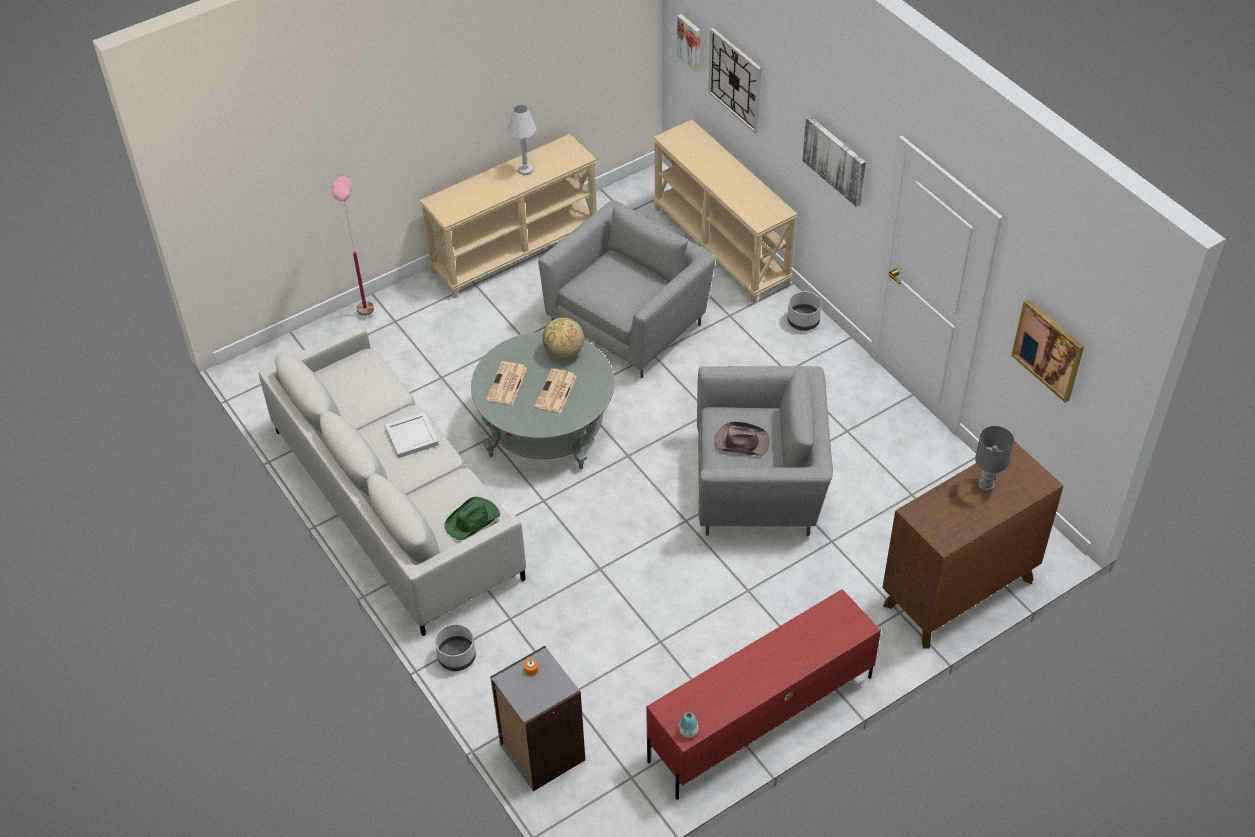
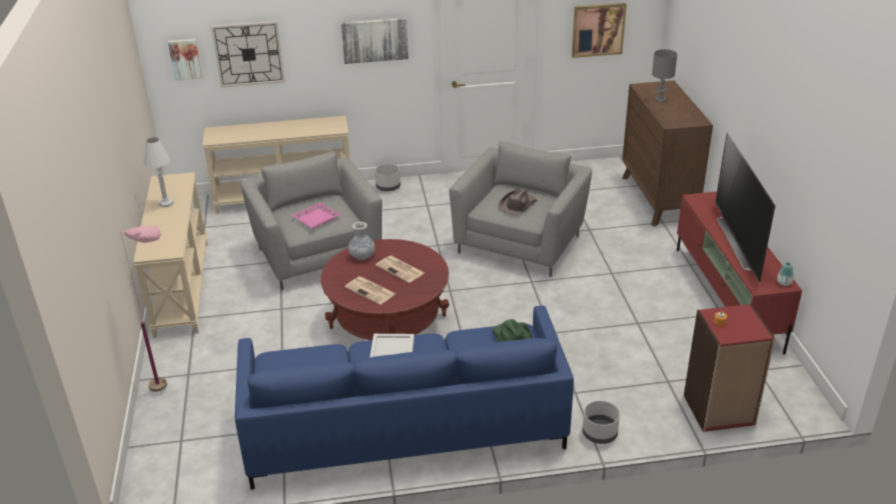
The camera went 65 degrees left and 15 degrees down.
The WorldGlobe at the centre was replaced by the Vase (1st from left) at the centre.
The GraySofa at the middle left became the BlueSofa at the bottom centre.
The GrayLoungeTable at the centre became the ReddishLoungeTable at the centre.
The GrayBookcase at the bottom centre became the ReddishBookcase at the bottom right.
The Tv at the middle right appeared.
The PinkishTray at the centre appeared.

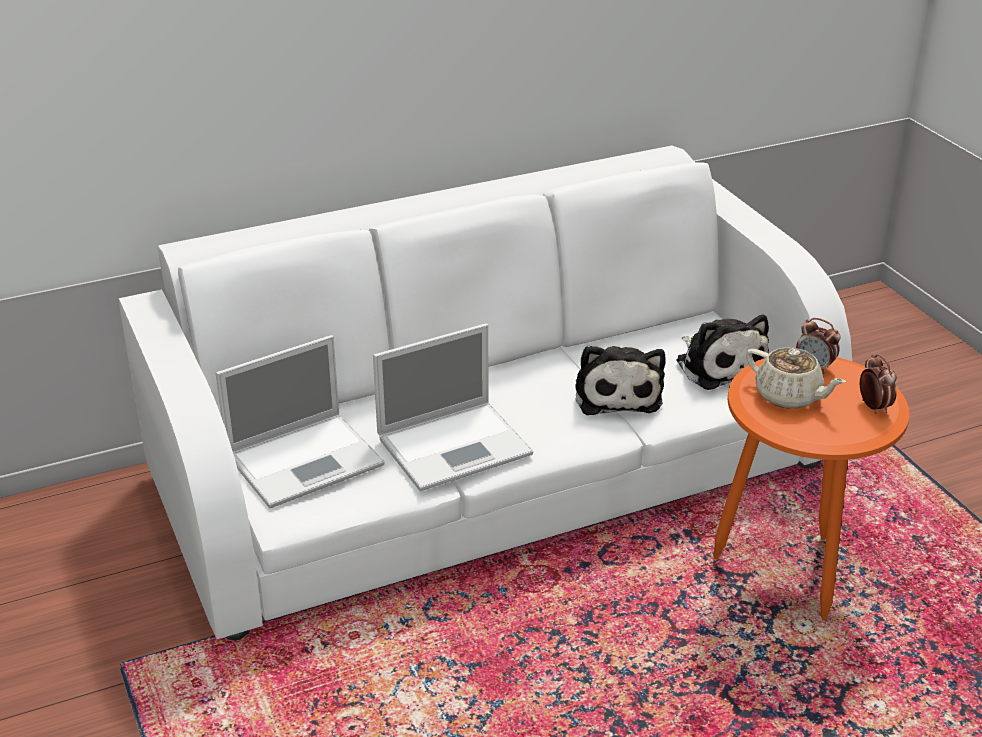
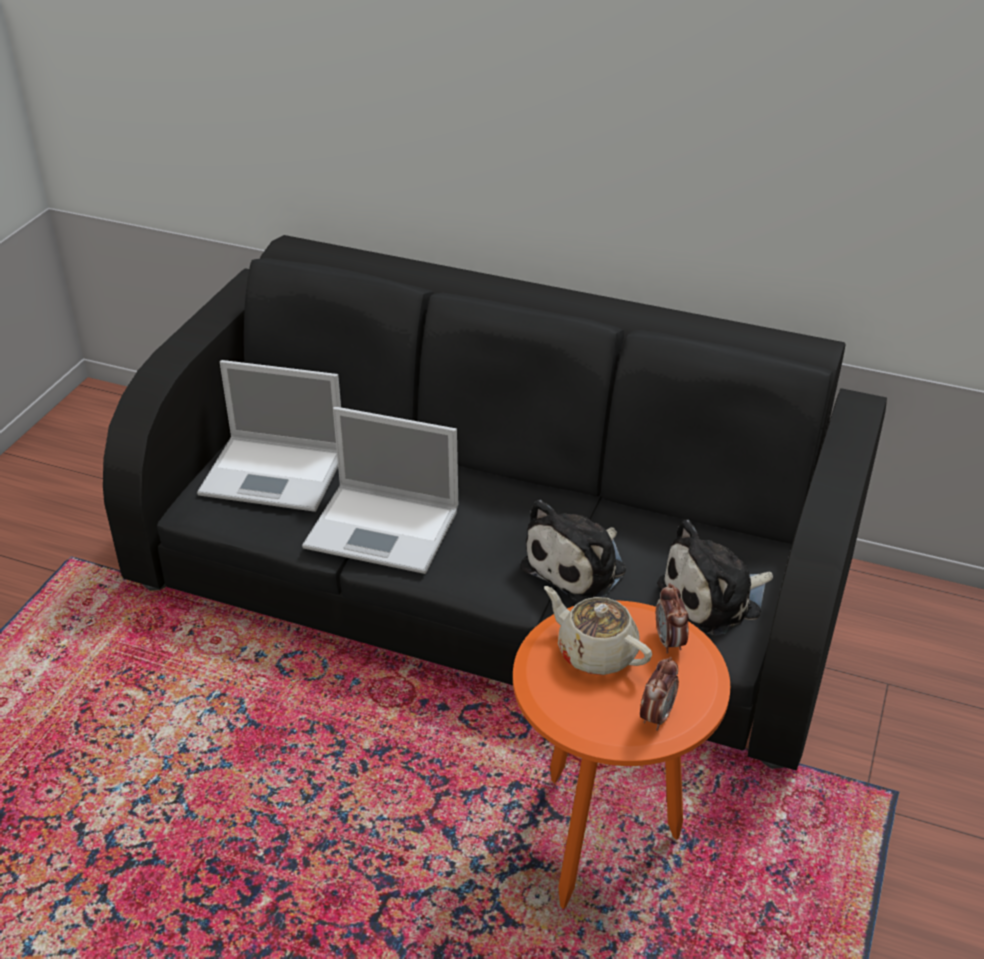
The camera went 45 degrees right and 5 degrees up.
The WhitishSofa at the centre became the BlackishSofa at the centre.
The PlushToy (2nd from left) at the middle right turned 45 degrees clockwise.
The BeigeTeaPot at the middle right turned 135 degrees clockwise.

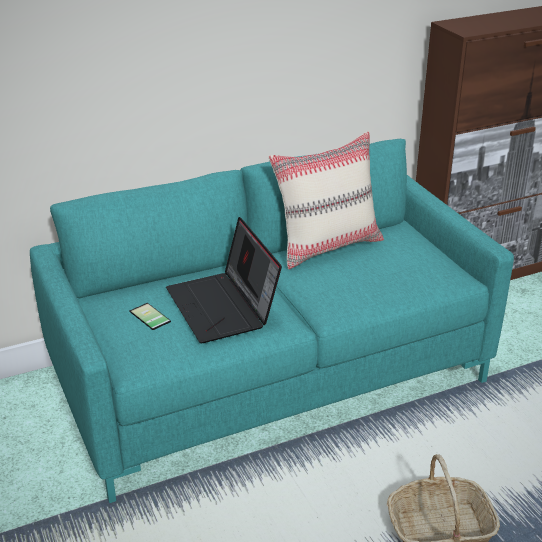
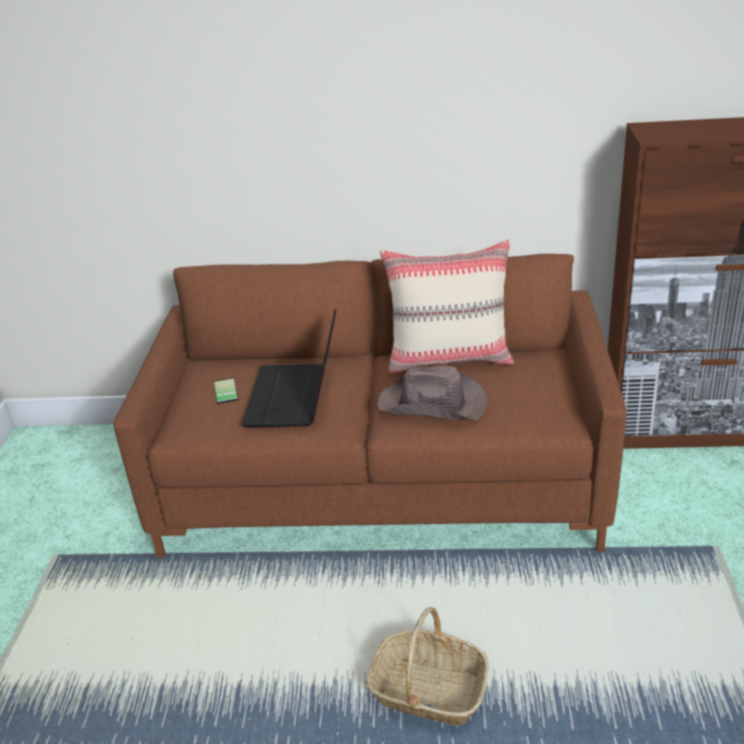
The camera went 30 degrees right and 0 degrees up.
The TurquoiseSofa at the centre became the BrownColouredSofa at the centre.
The BrownColouredHat at the centre appeared.

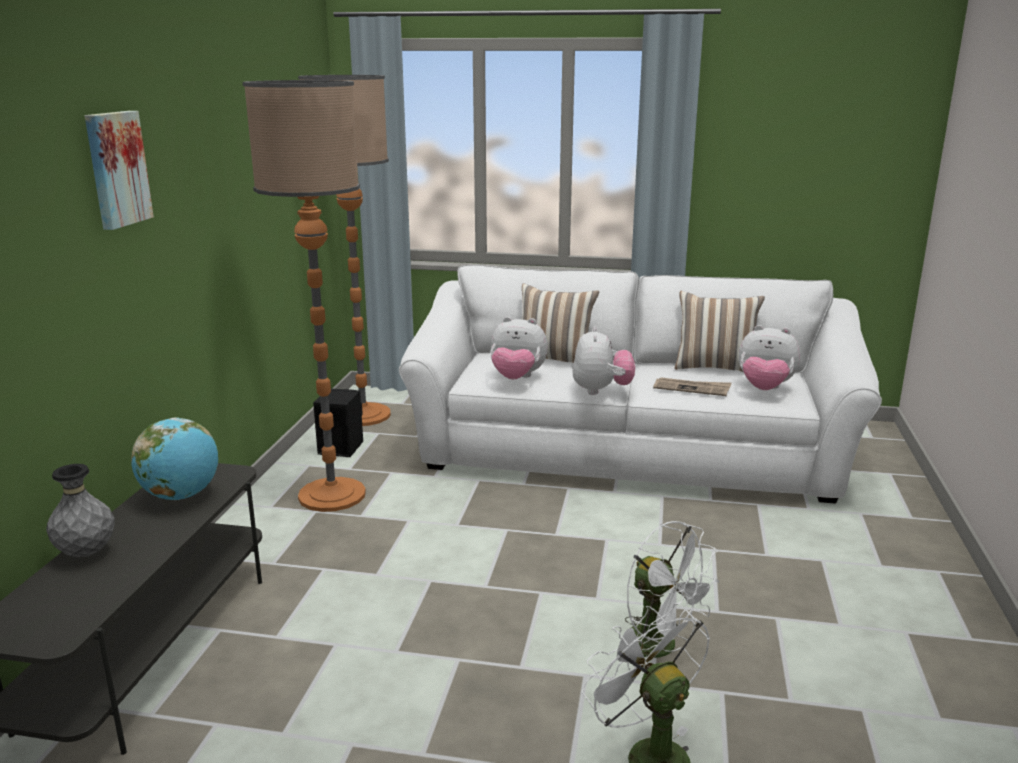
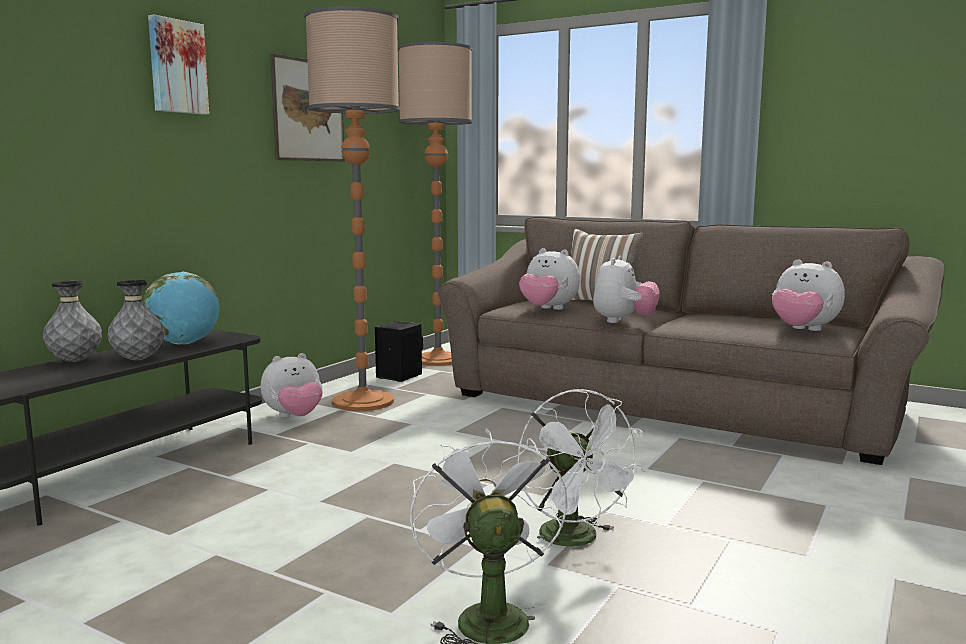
The camera went 20 degrees right and 10 degrees down.
The WhitishSofa at the centre became the BrownColouredSofa at the middle right.
The ThrowPillow (2nd from left) at the middle right disappeared.
The PrintedPaper at the middle right disappeared.
The Picture (2nd from left) at the top left appeared.
The GrayVase (2nd from left) at the middle left appeared.
The PlushToy (1st from left) at the middle left appeared.

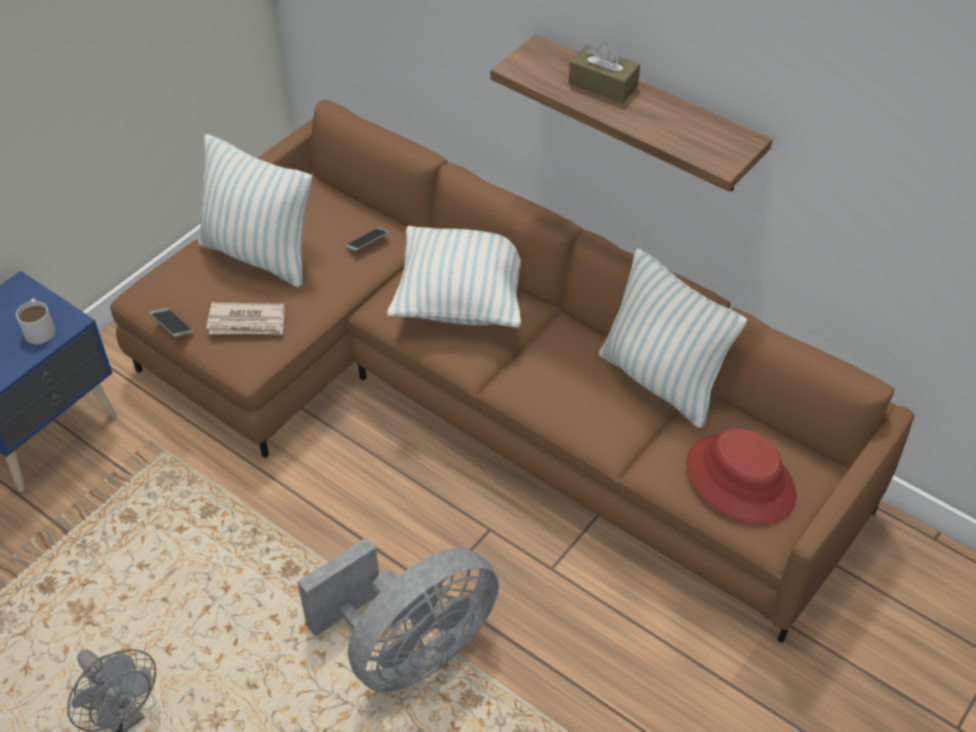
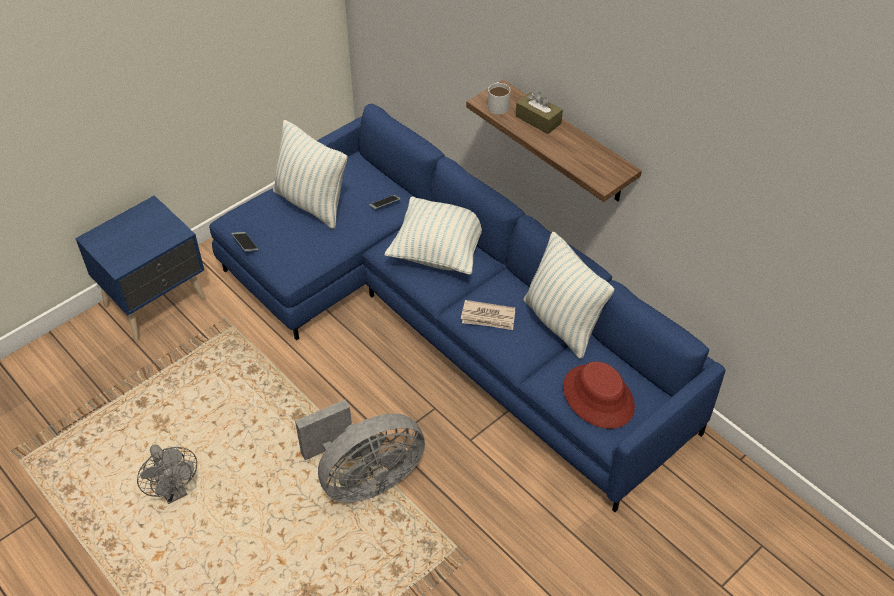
The camera went 10 degrees right and 0 degrees up.
The BrownColouredSofa at the centre became the BlueSofa at the centre.
The WhitishCoffeeMug moved from the middle left to the top centre.
The PrintedPaper moved from the middle left to the centre.

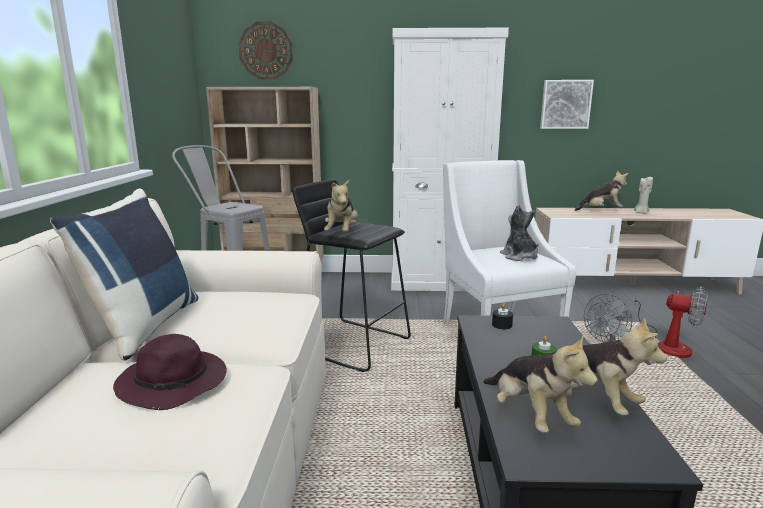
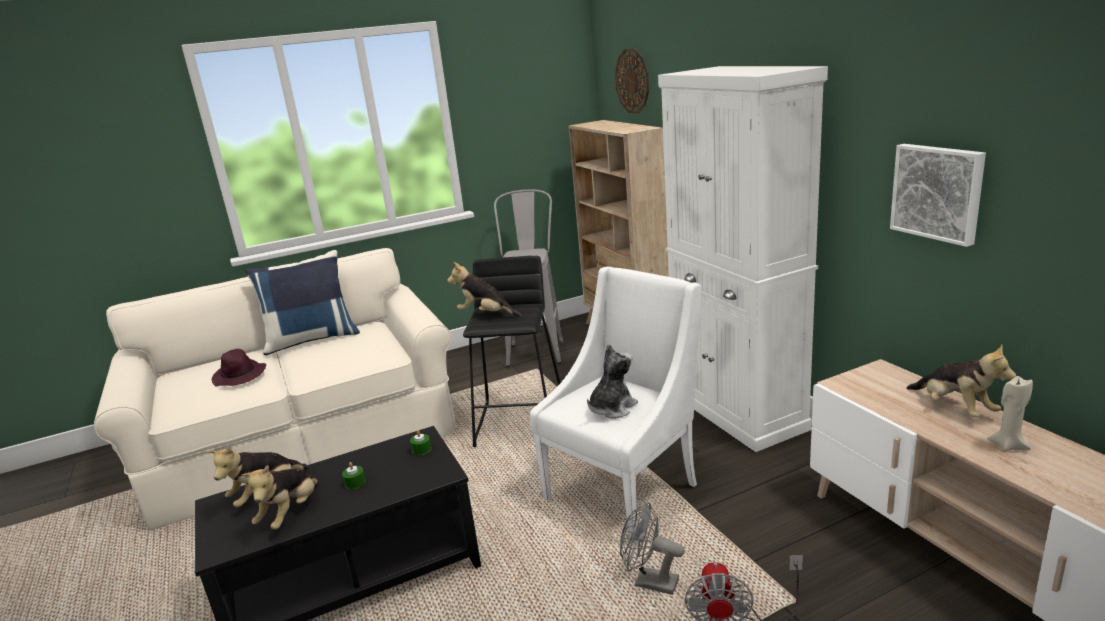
The camera went 65 degrees right and 5 degrees up.
The PlushToy (1st from left in the first image) at the centre turned 45 degrees clockwise.
The BlackishWaxCandle at the centre became the GreenishWaxCandle (2nd from left) at the bottom centre.

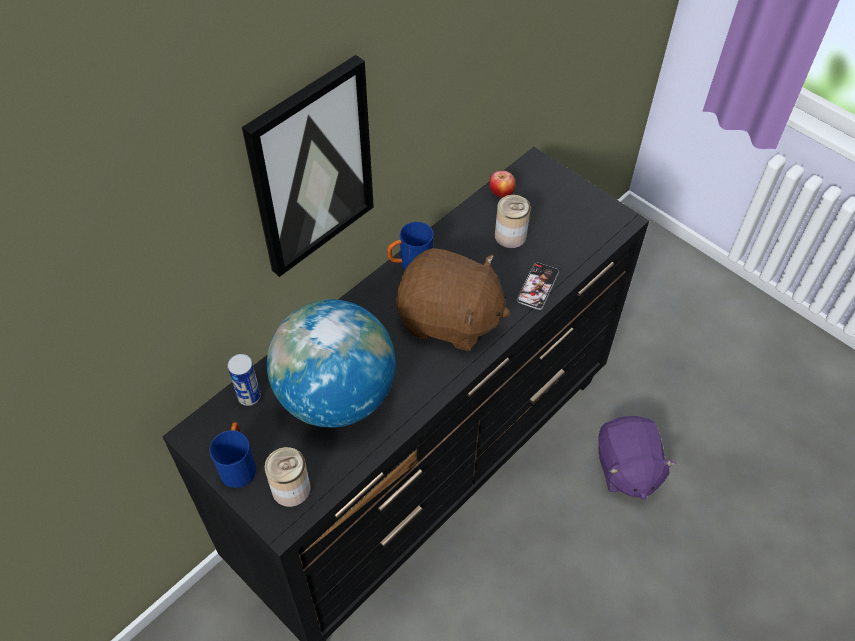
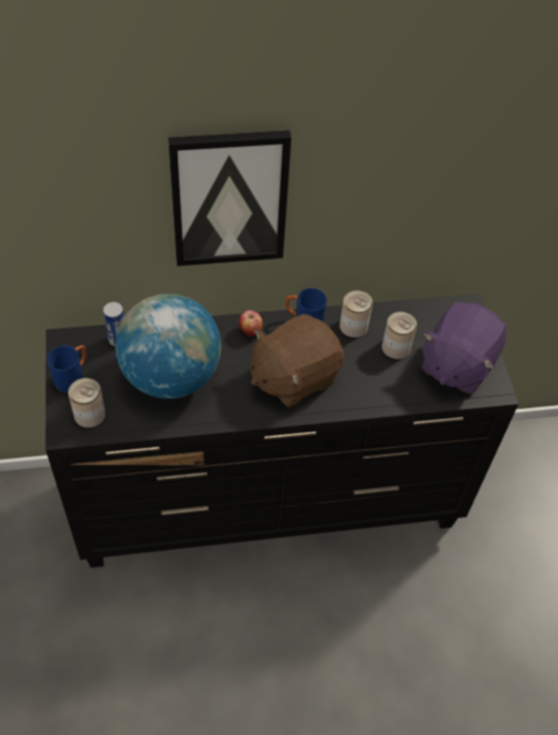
The camera went 35 degrees right and 0 degrees up.
The Apple moved from the top centre to the centre.
The BrownColouredPlushToy at the centre turned 90 degrees clockwise.
The Phone at the centre disappeared.
The PurplePlushToy moved from the bottom right to the middle right.
The Can (3rd from left) at the centre appeared.

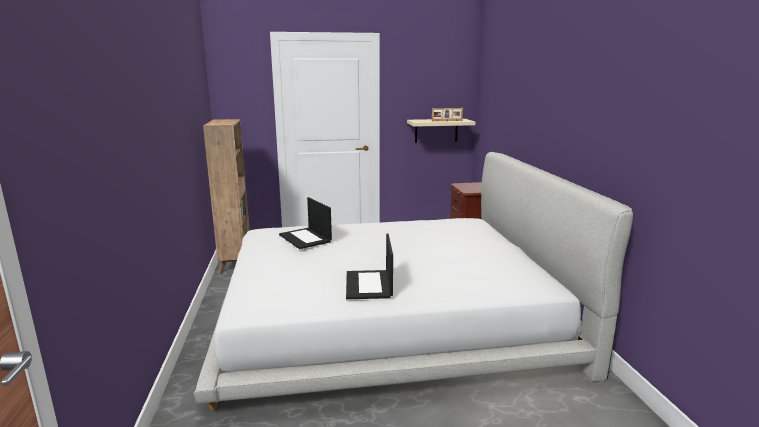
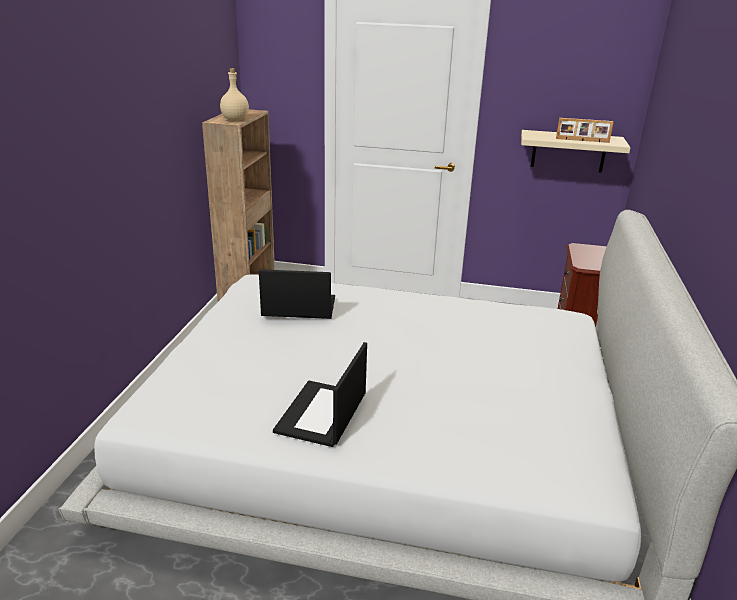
The camera went 20 degrees right and 10 degrees up.
The PortableComputer (1st from left) at the centre turned 105 degrees clockwise.
The BeigeDrinkBottle at the top left appeared.

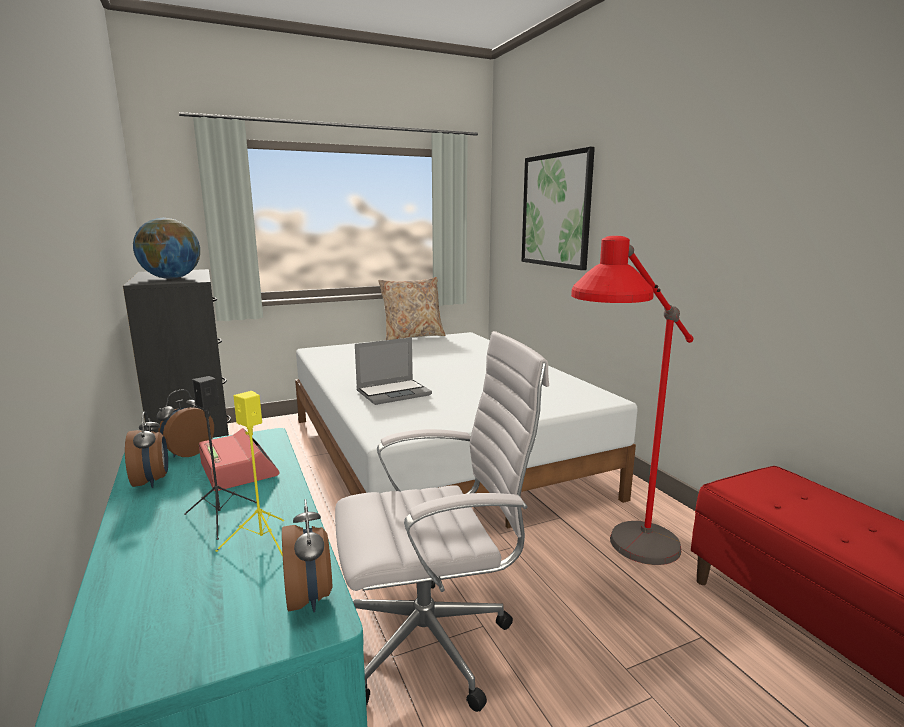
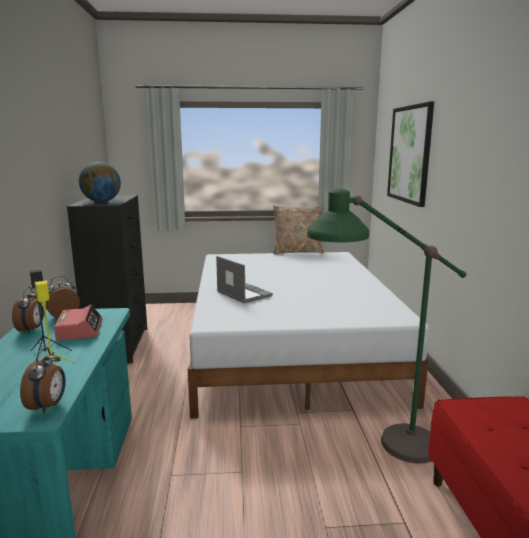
The camera went 20 degrees right and 0 degrees up.
The ReddishFloorLamp at the middle right became the GreenishFloorLamp at the middle right.
The WhitishComputerChair at the bottom centre disappeared.
The PortableComputer at the centre turned 120 degrees counterclockwise.

